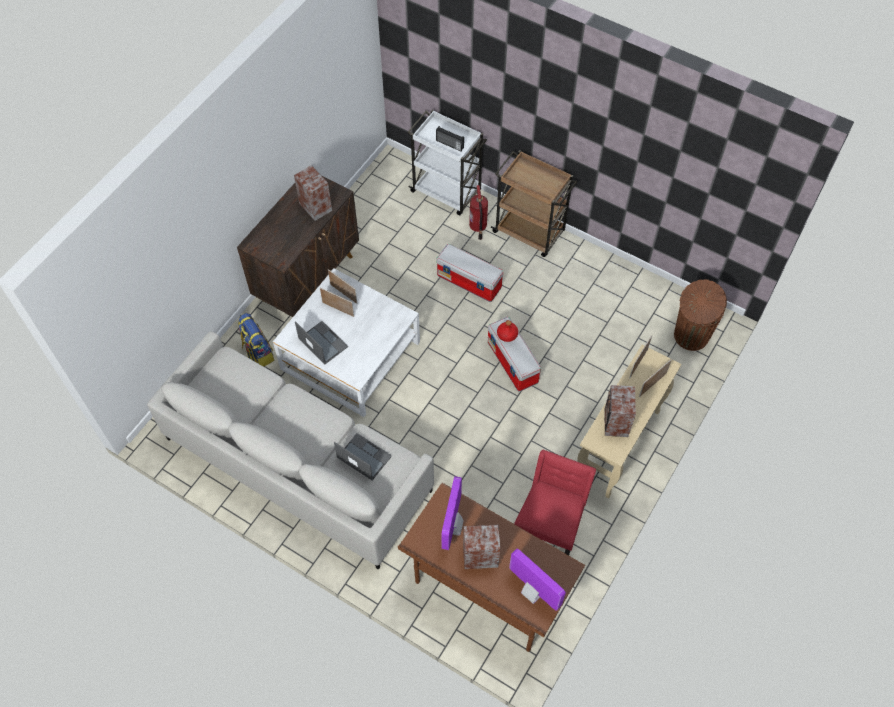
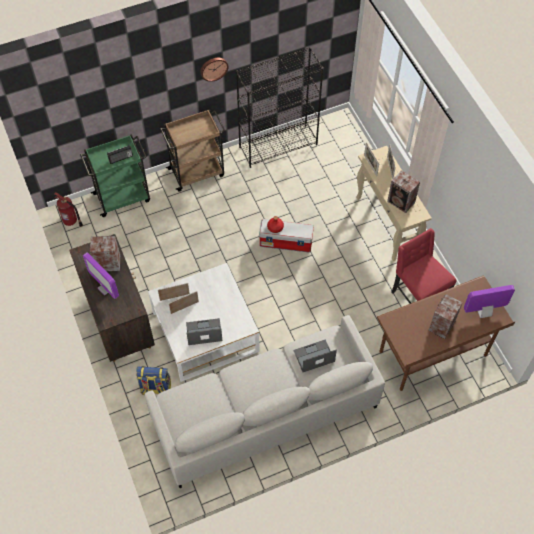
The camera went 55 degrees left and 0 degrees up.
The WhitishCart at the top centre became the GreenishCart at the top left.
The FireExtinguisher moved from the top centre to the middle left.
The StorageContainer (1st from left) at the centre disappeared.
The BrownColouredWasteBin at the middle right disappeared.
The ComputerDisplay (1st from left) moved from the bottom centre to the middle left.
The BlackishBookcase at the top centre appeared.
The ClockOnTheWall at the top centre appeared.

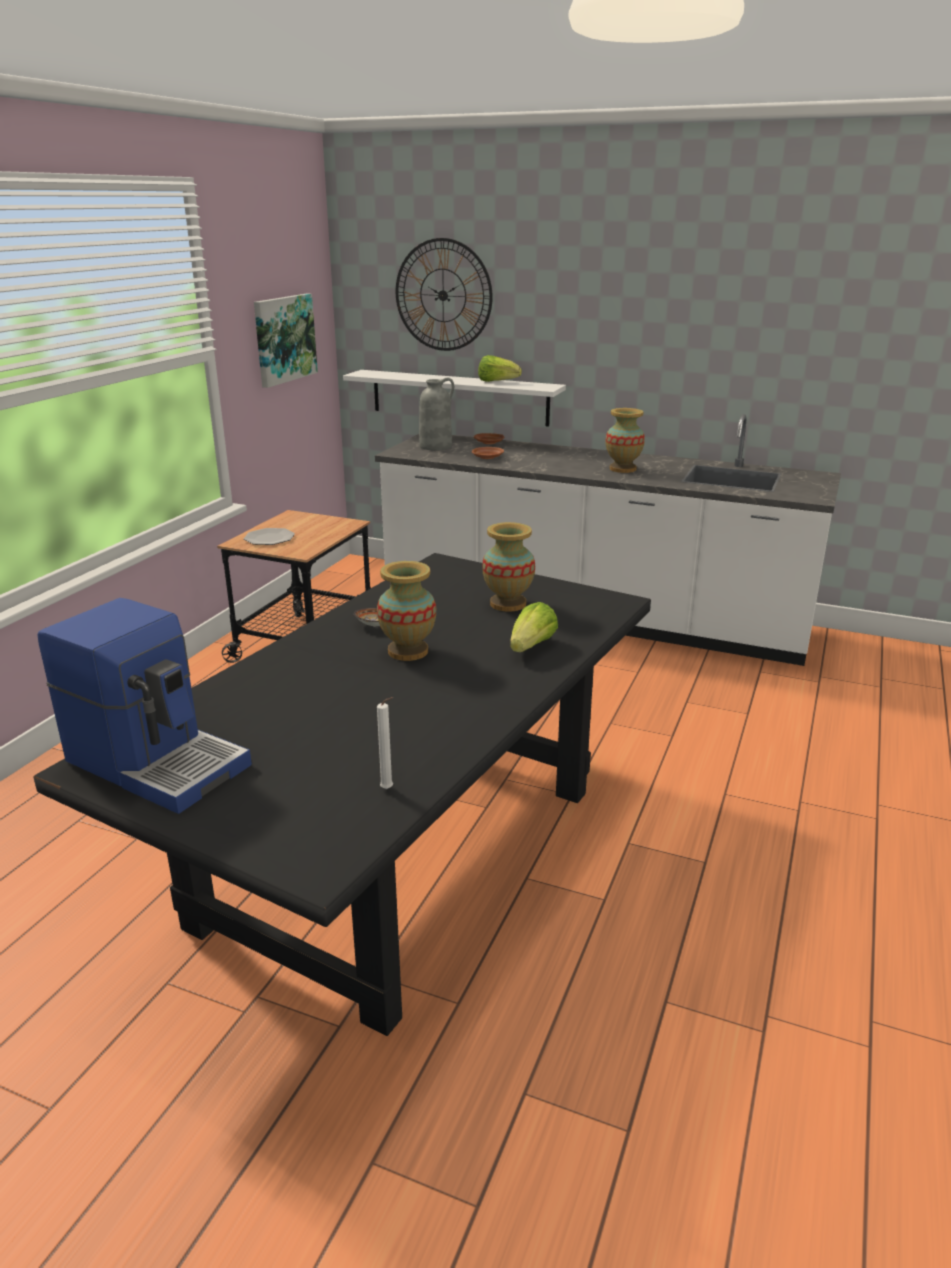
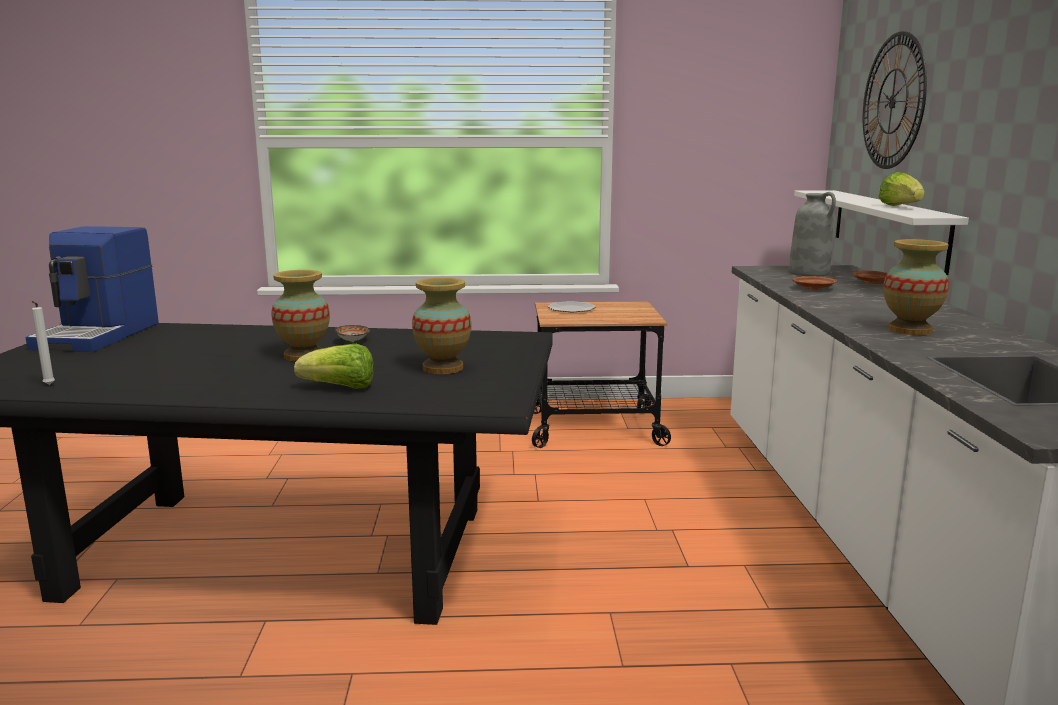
The camera went 65 degrees right and 10 degrees down.
The Picture at the top left disappeared.

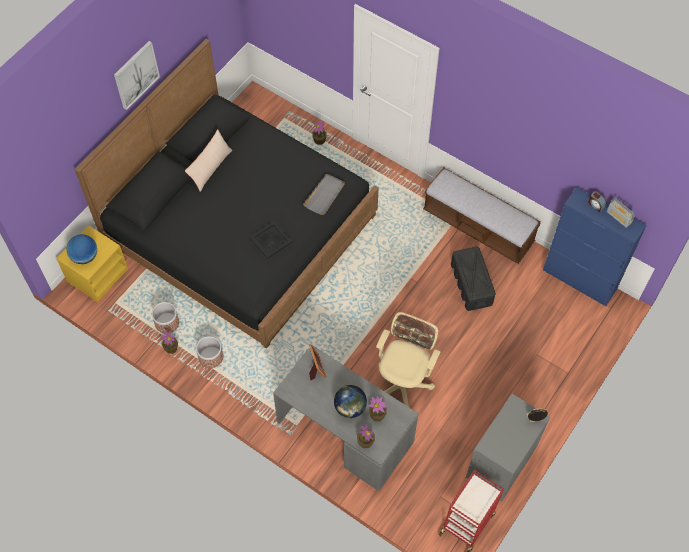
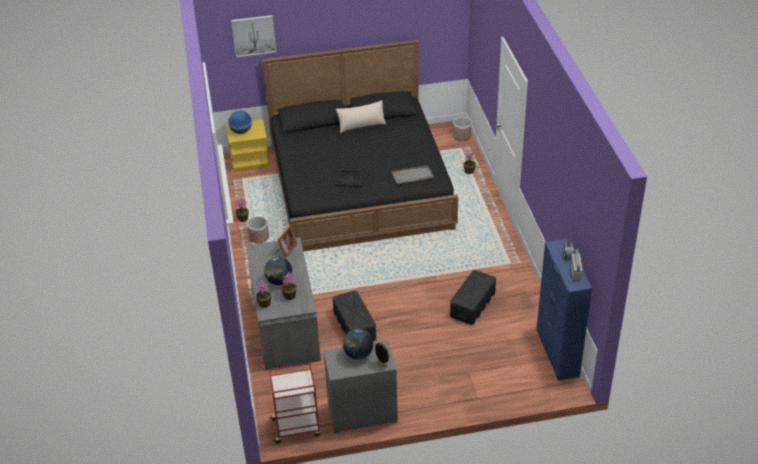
The camera went 45 degrees right and 20 degrees down.
The Picture moved from the top left to the top centre.
The IndoorBench at the middle right disappeared.
The FlowerPot (1st from left in the first image) moved from the middle left to the top centre.
The BeigeComputerChair at the centre was replaced by the BlackishStorageContainer (1st from left) at the bottom centre.
The WorldGlobe (3rd from left) at the bottom centre appeared.

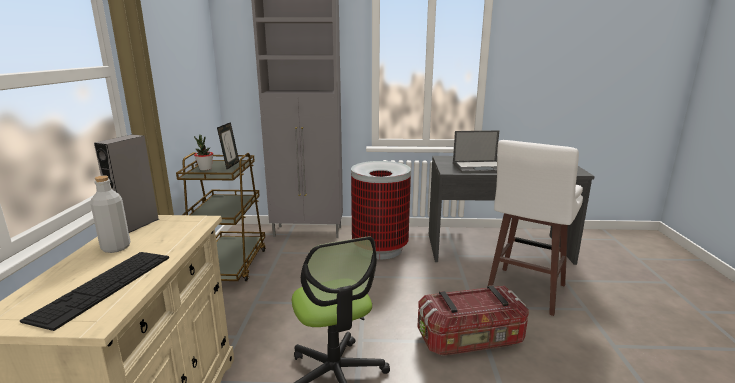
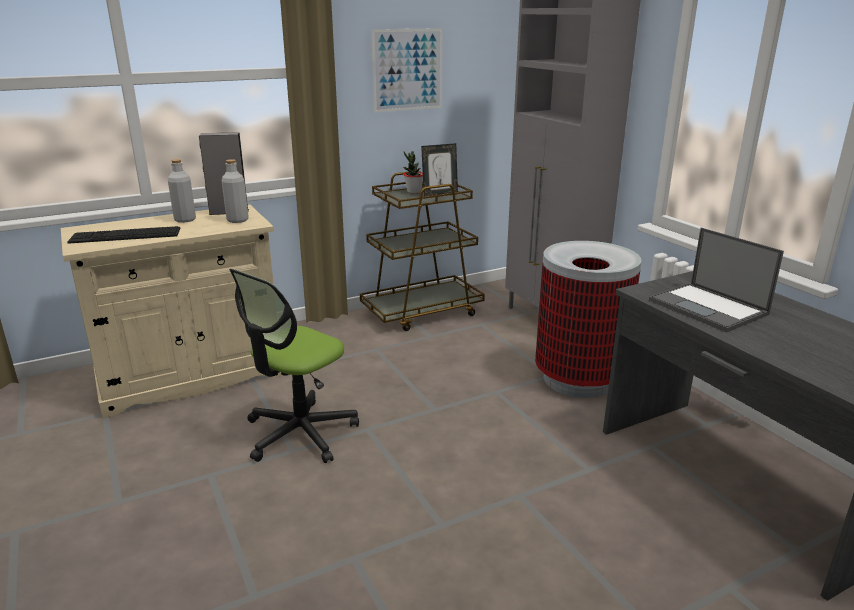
The camera went 60 degrees right and 5 degrees up.
The WhitishStool at the middle right disappeared.
The StorageContainer at the bottom centre disappeared.
The Picture at the top centre appeared.
The GrayDrinkBottle (2nd from left) at the top left appeared.

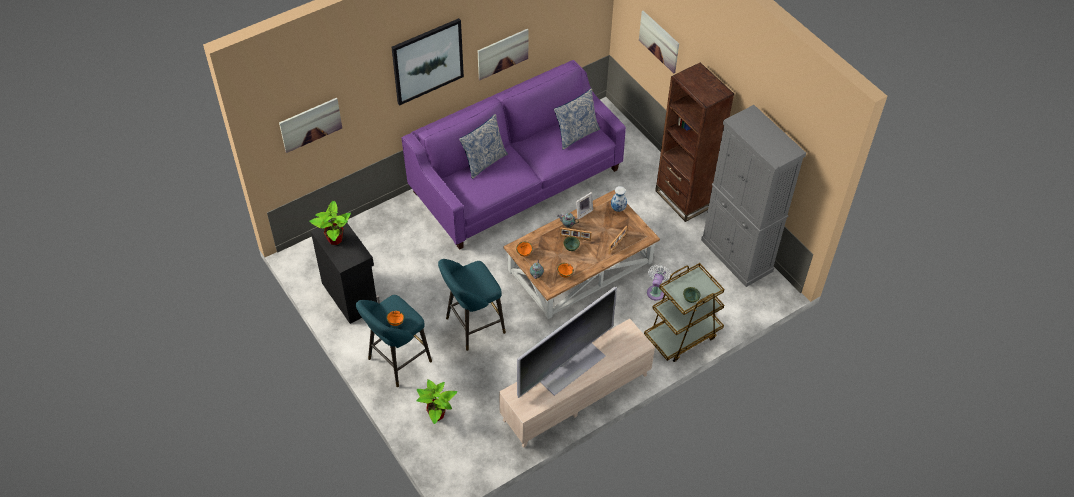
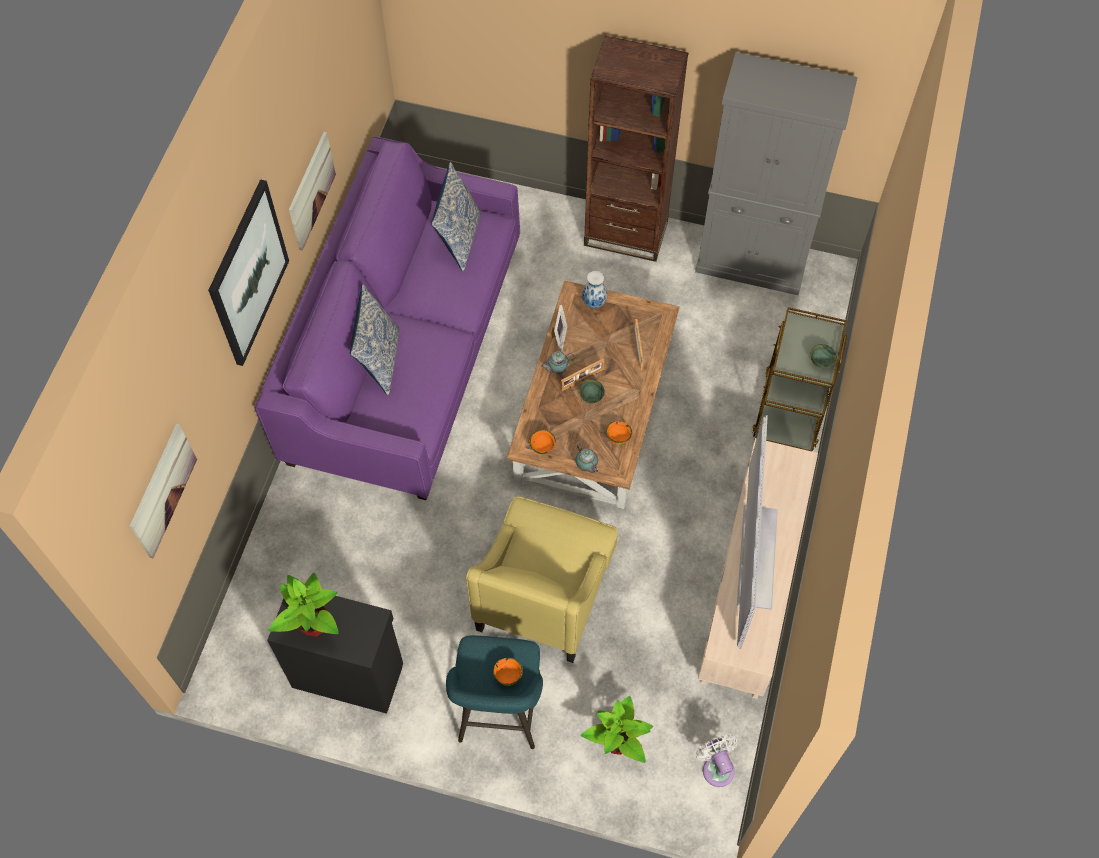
The camera went 40 degrees left and 10 degrees up.
The Picture (4th from left) at the top centre disappeared.
The TurquoiseStool (2nd from left) at the centre was replaced by the YellowColouredEasyChair at the bottom centre.
The WhitishCoolingFan moved from the centre to the bottom centre.

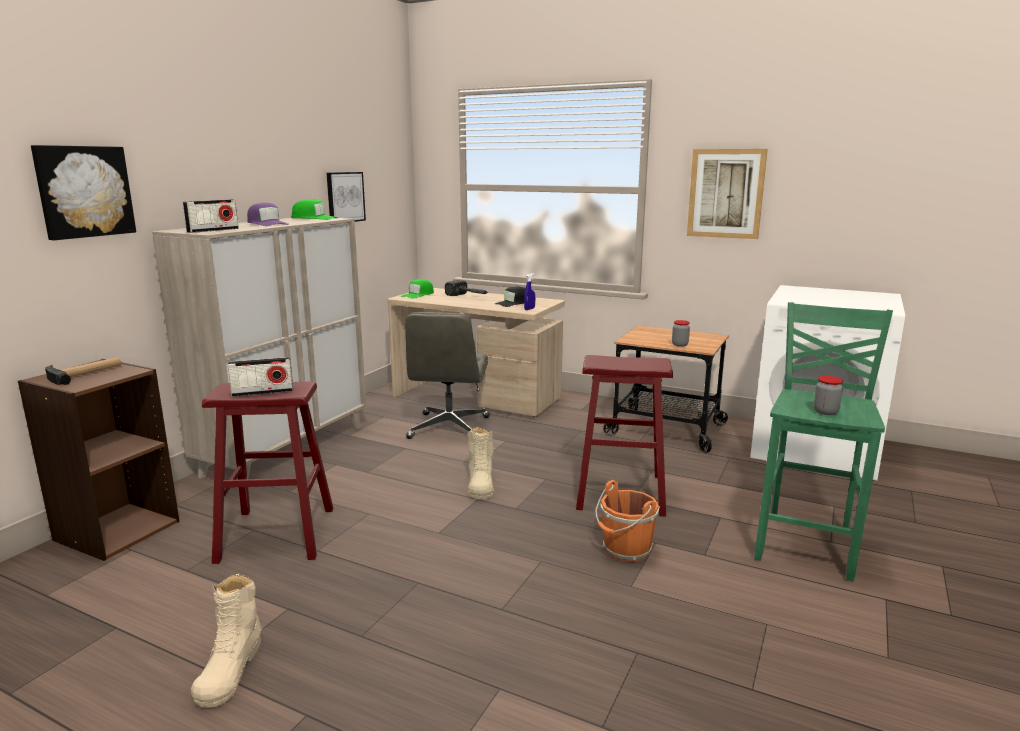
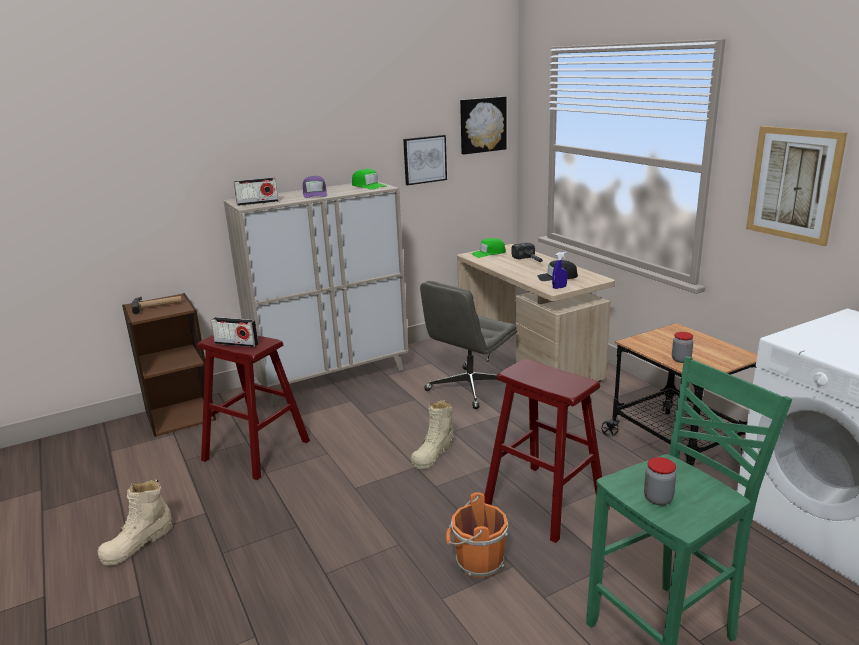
The camera went 35 degrees right and 5 degrees up.
The Picture (1st from left in the first image) moved from the top left to the top centre.

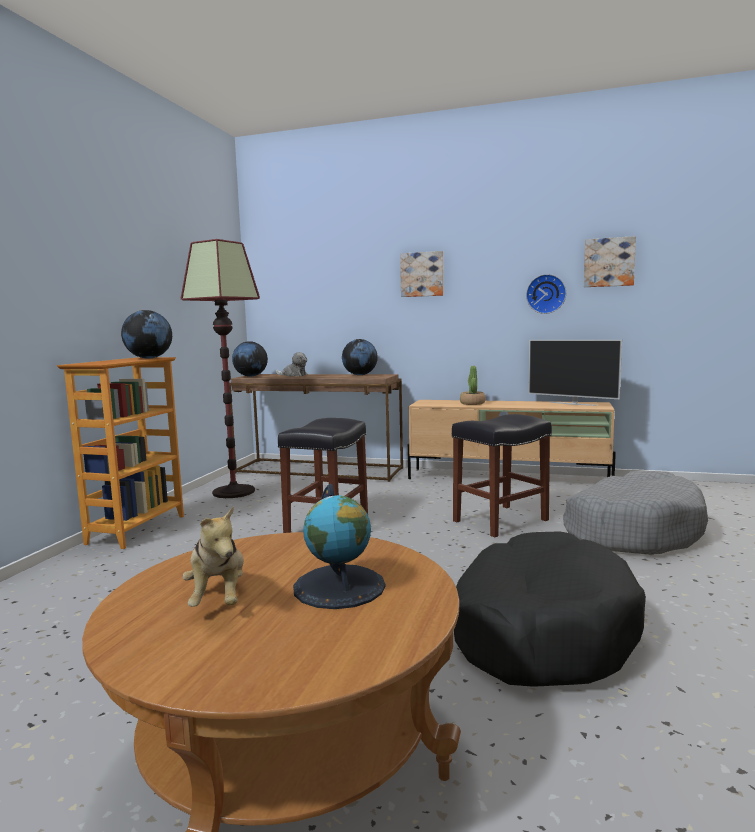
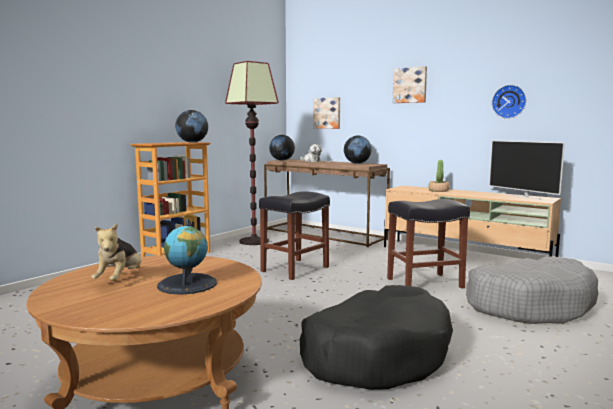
The camera went 20 degrees right and 0 degrees up.
The Picture (2nd from left in the first image) moved from the top right to the top centre.

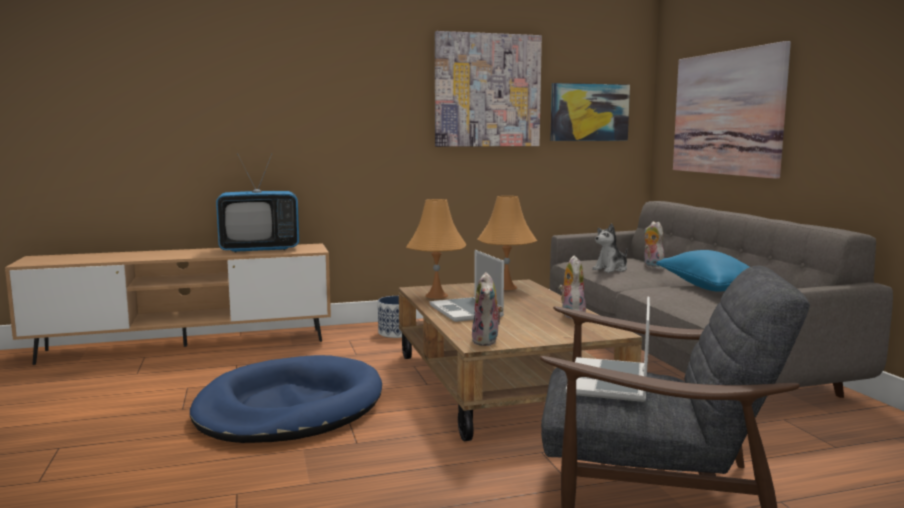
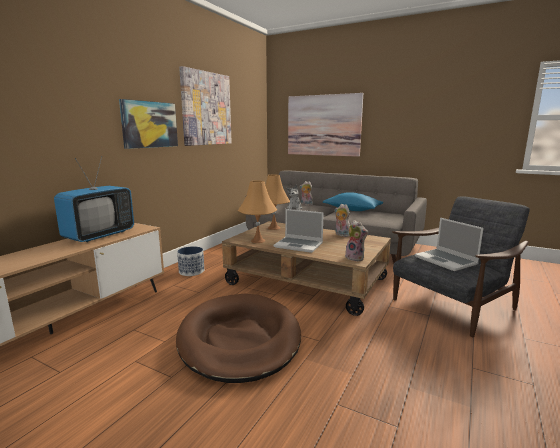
The camera went 45 degrees left and 5 degrees up.
The Picture (2nd from left in the first image) moved from the top centre to the top left.
The BlueDogBed at the bottom left became the BrownColouredDogBed at the bottom centre.

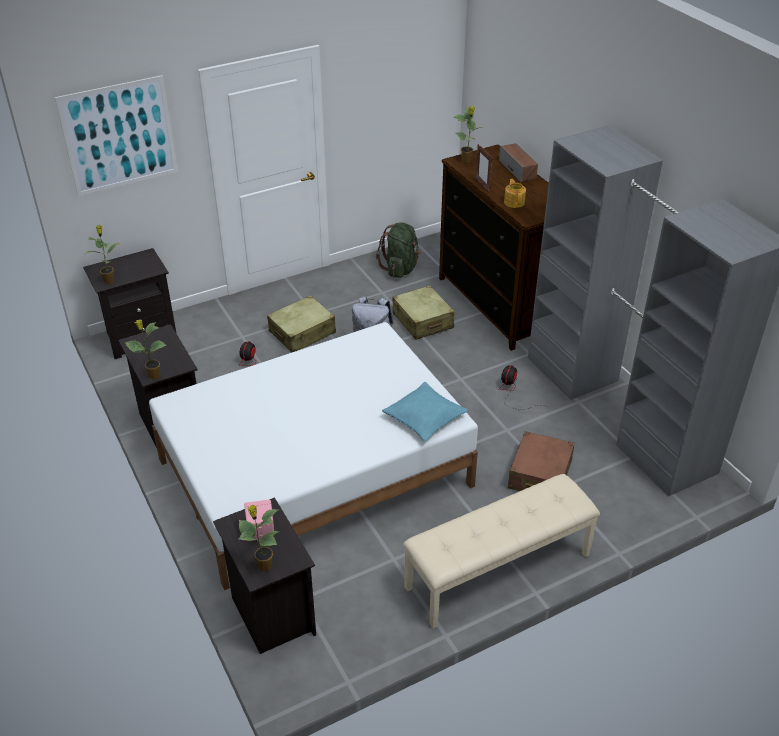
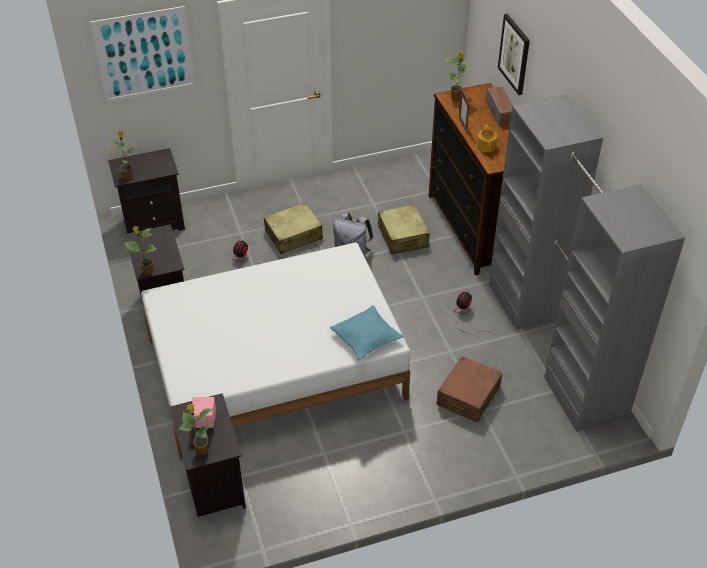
The camera went 10 degrees right and 5 degrees up.
The GreenishRucksack at the centre disappeared.
The BeigeIndoorBench at the bottom centre disappeared.
The Picture (2nd from left) at the top right appeared.

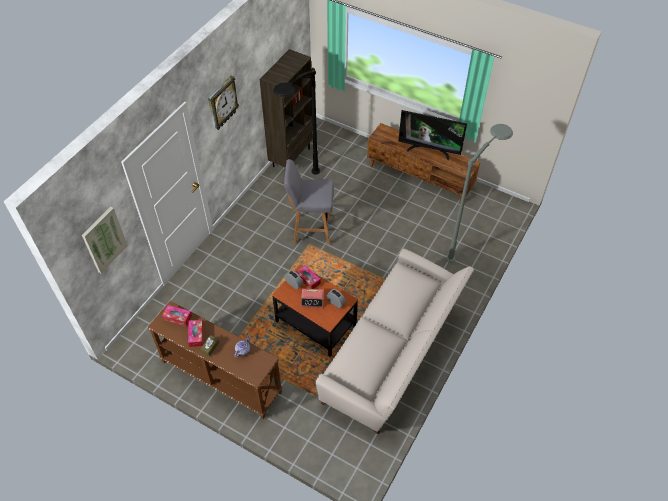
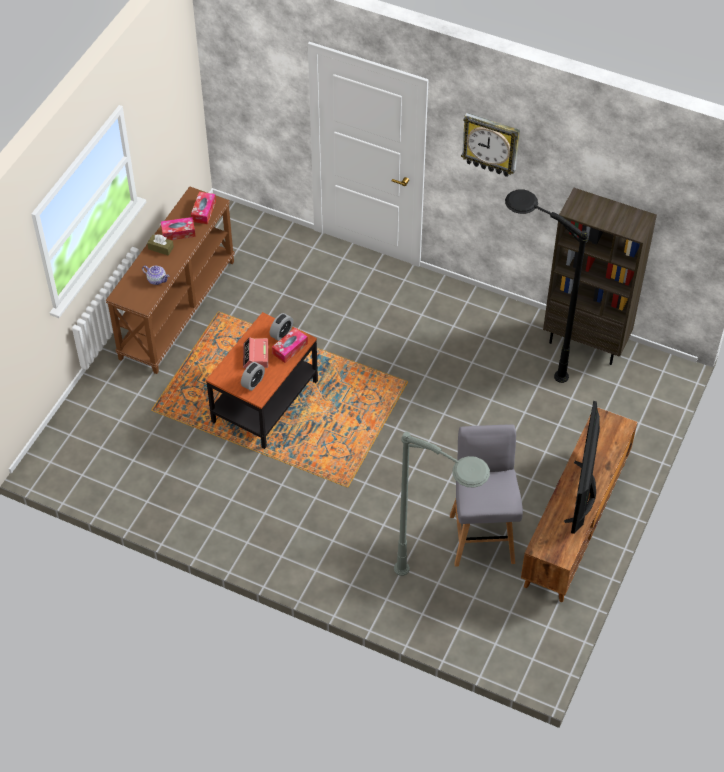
The camera went 85 degrees right and 0 degrees up.
The GrayStool moved from the centre to the middle right.
The Picture at the middle left disappeared.
The BeigeSofa at the bottom centre disappeared.

